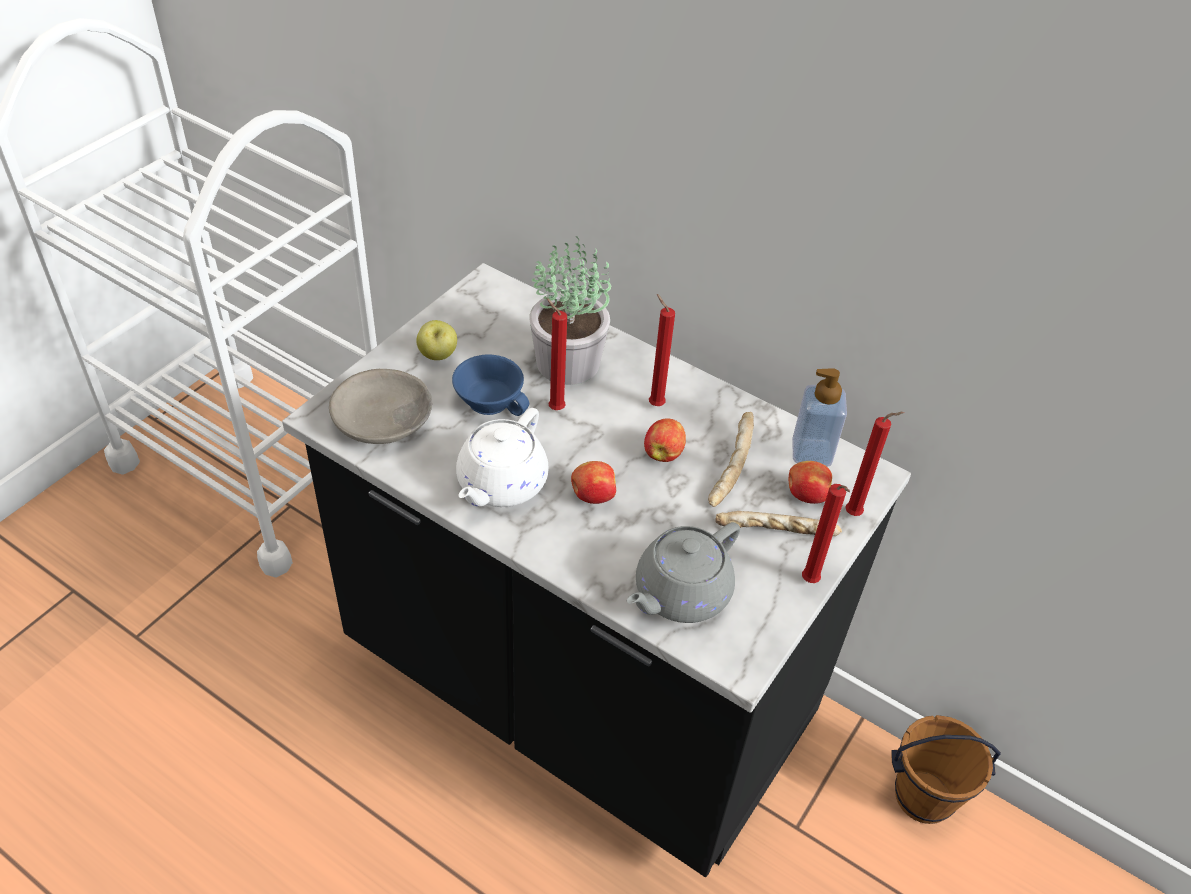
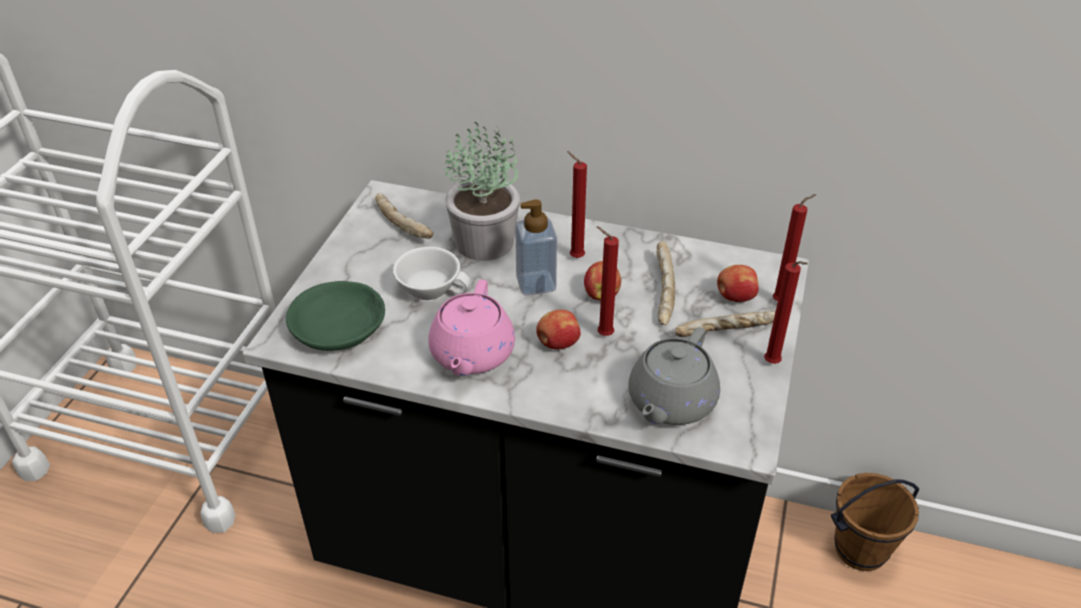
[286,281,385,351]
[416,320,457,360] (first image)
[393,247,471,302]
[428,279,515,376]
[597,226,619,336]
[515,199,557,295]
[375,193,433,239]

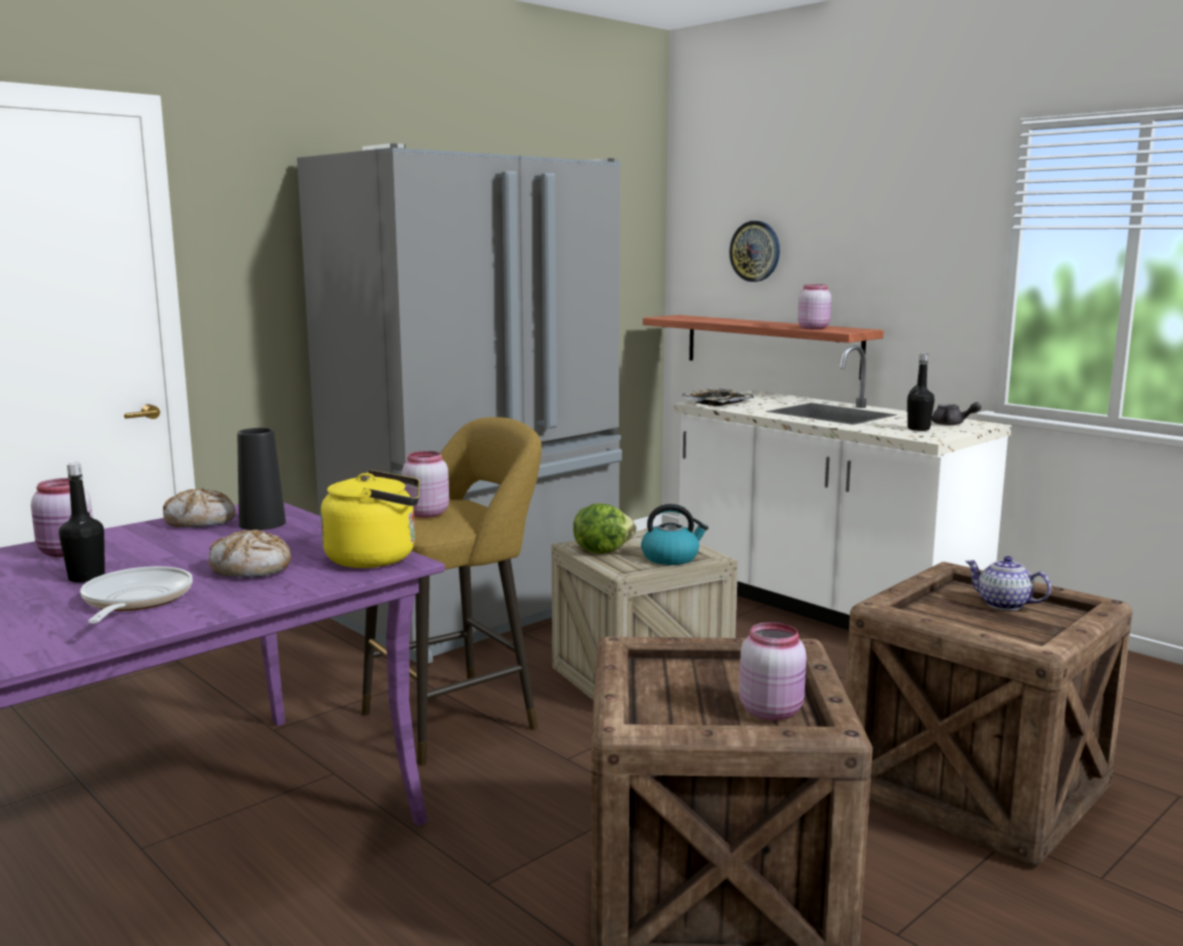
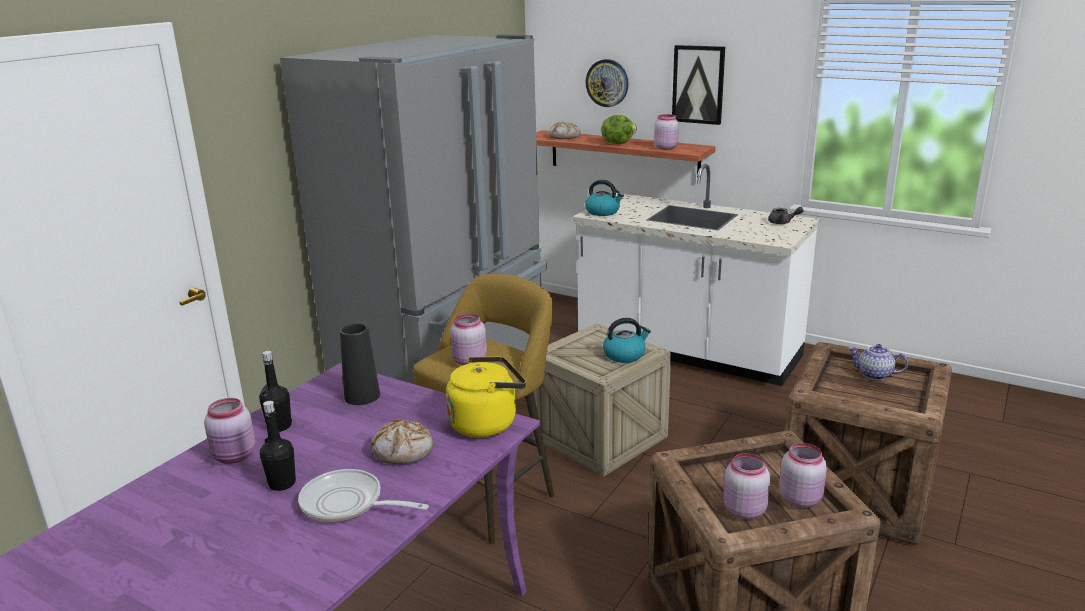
[298,469,429,522]
[548,121,581,139]
[601,115,637,144]
[585,180,624,216]
[259,351,292,432]
[672,45,725,125]
[723,453,770,520]

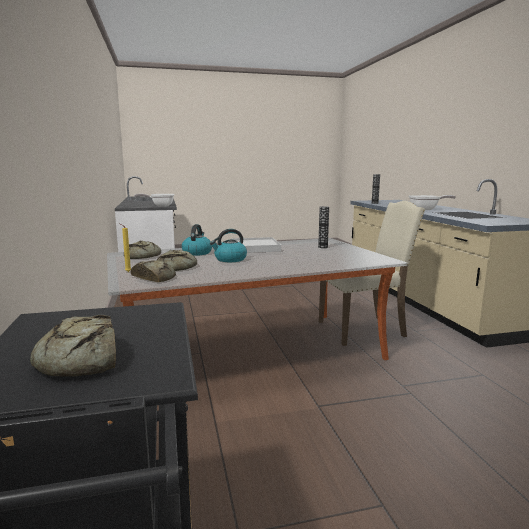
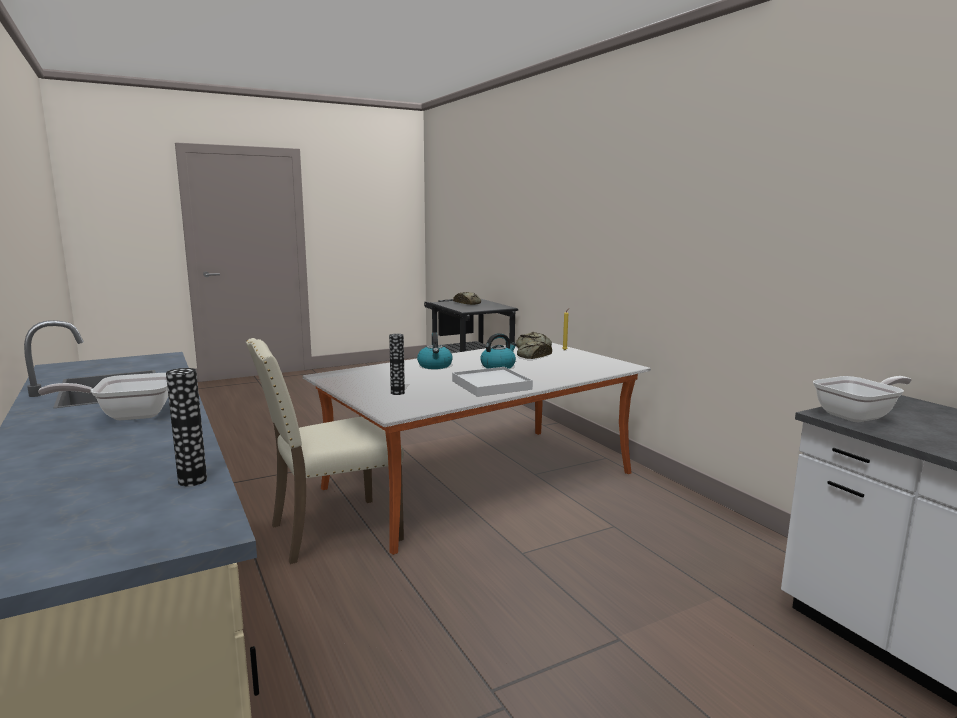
[129,241,161,259] (first image)
[417,333,453,369]

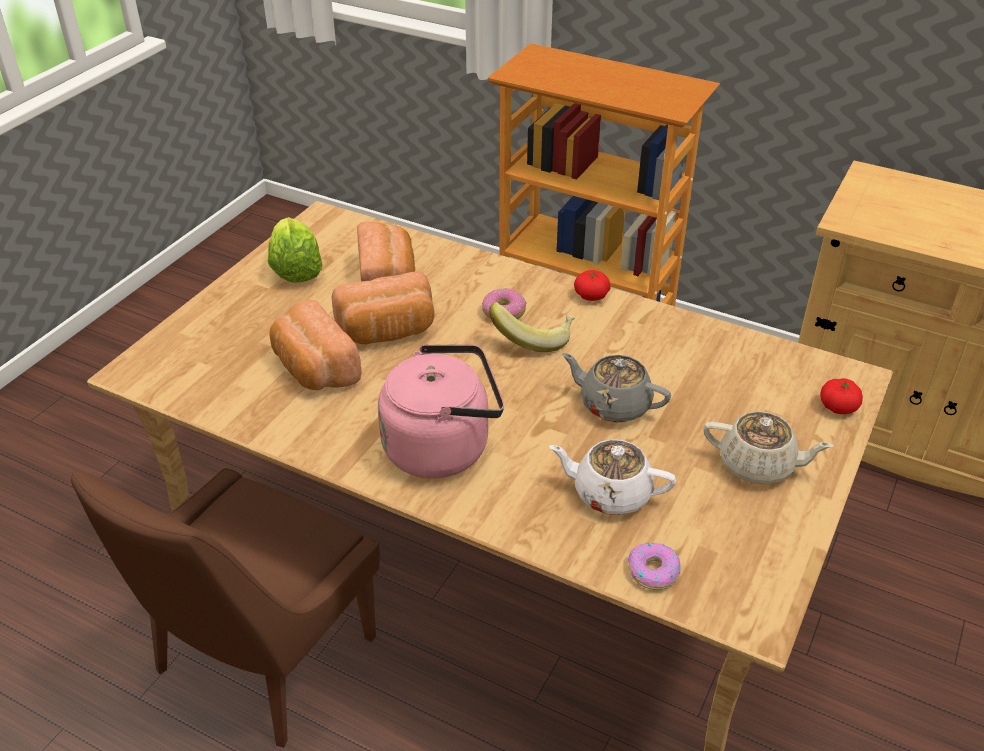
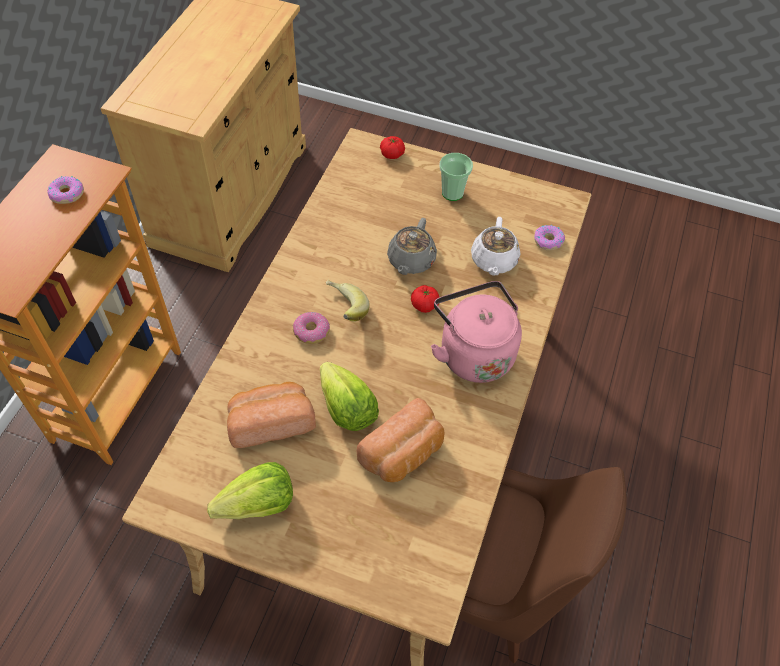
[320,362,379,431]
[411,285,439,313]
[440,153,473,201]
[47,176,84,204]

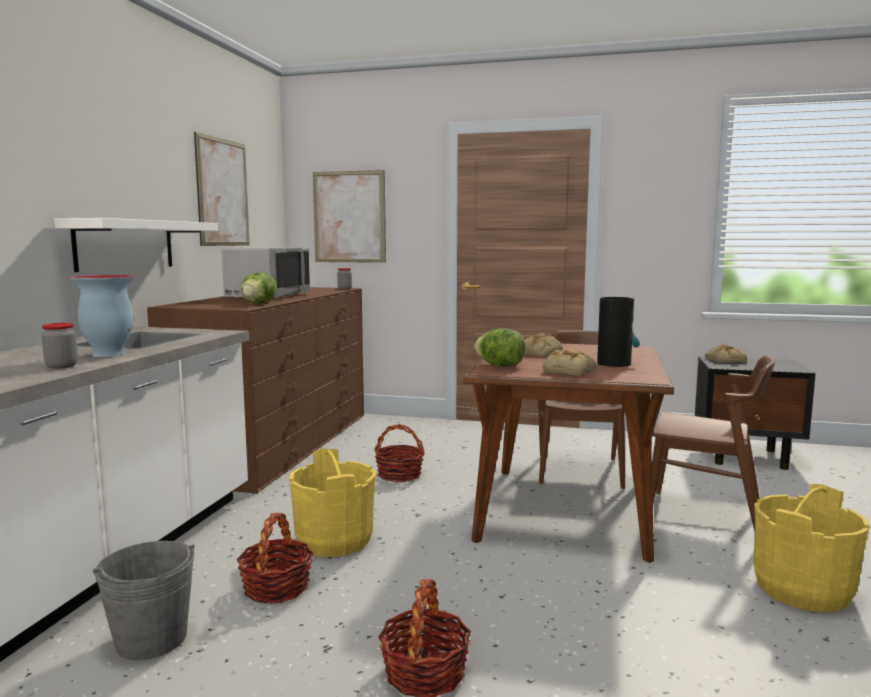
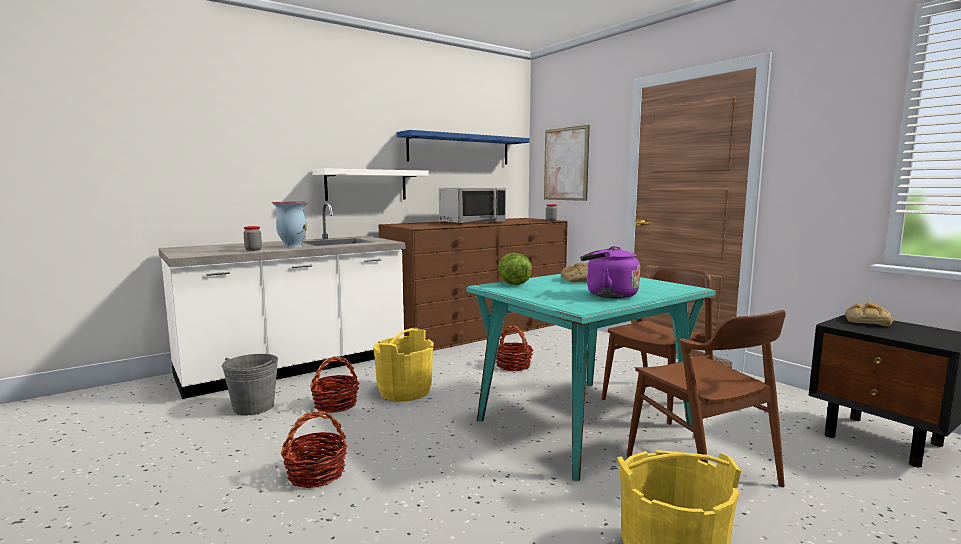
[397,130,530,165]
[241,272,277,304] (first image)
[466,274,716,481]
[542,348,597,376] (first image)
[580,246,640,299]

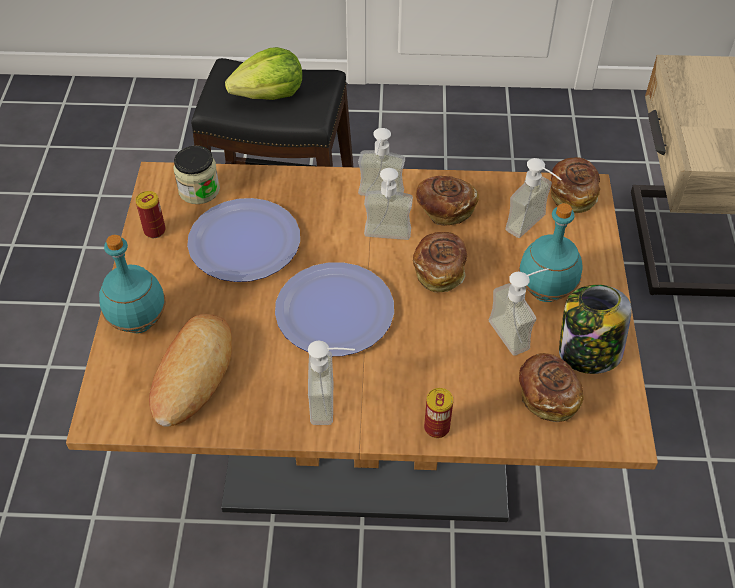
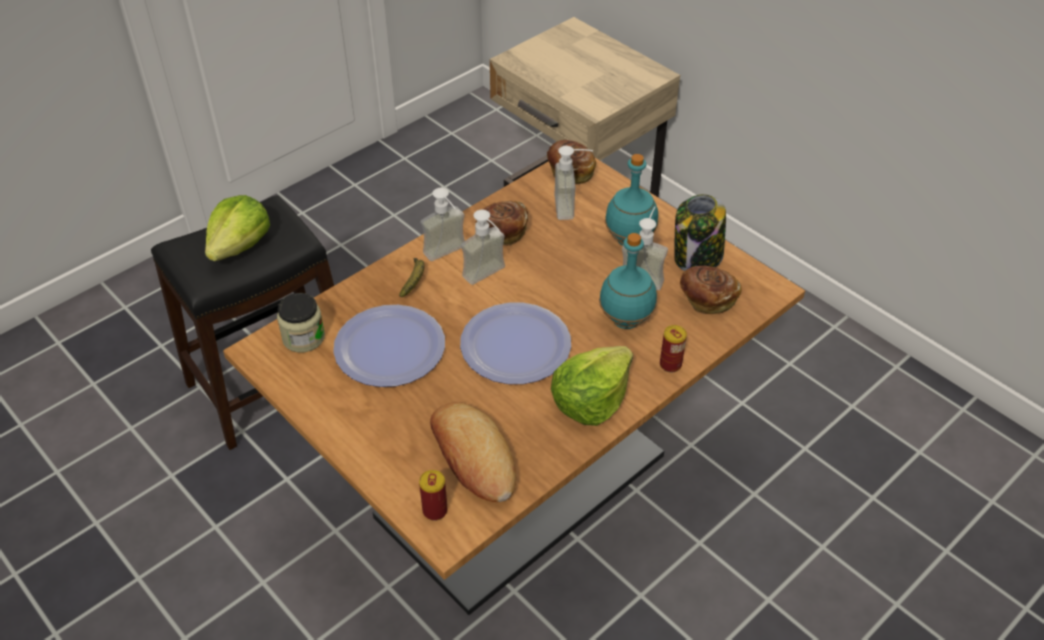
[599,233,657,329]
[419,470,448,521]
[551,346,633,426]
[413,232,467,292] (first image)
[399,258,424,297]

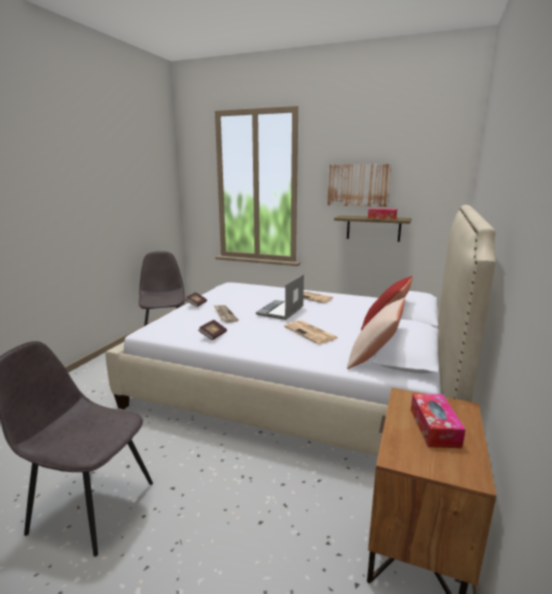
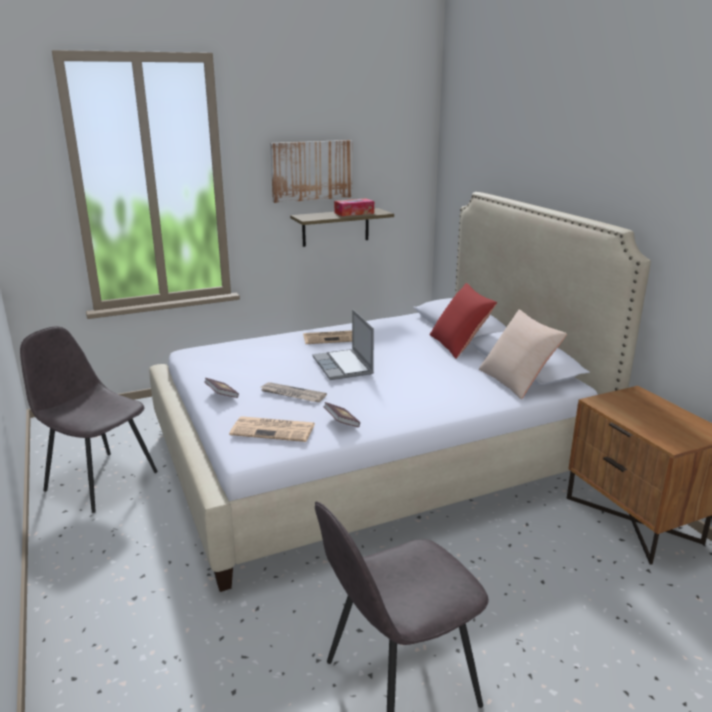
[229,416,315,442]
[411,394,466,448] (first image)

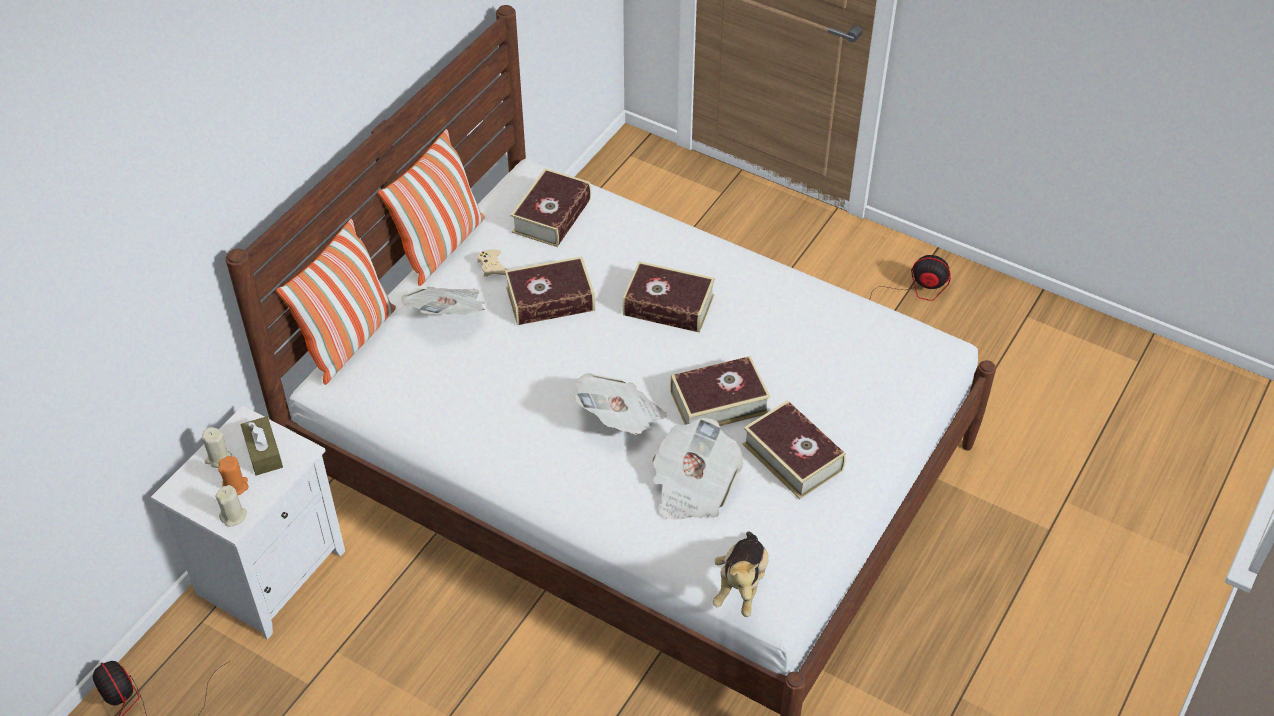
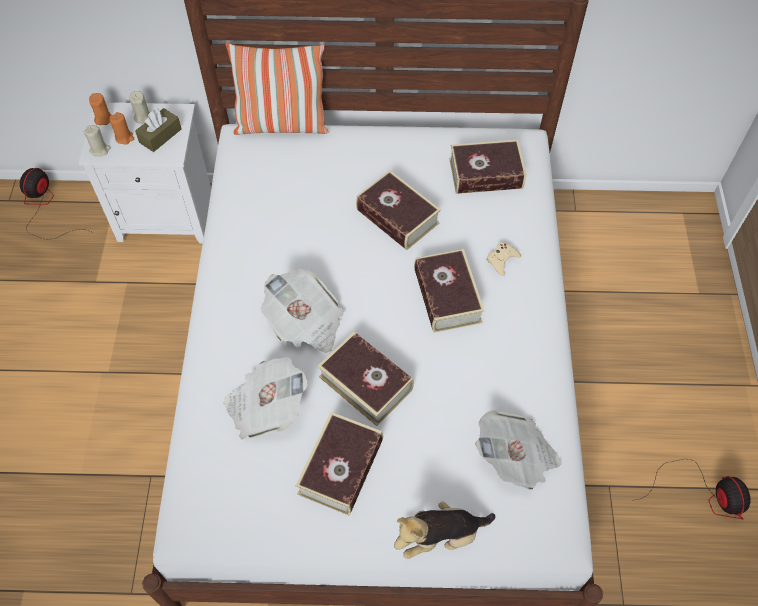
[378,129,485,286] (first image)
[475,410,562,490]
[487,242,521,276]
[394,502,495,559]
[89,93,112,125]

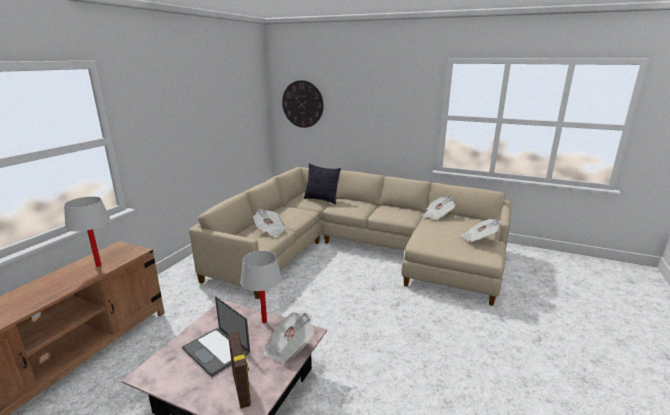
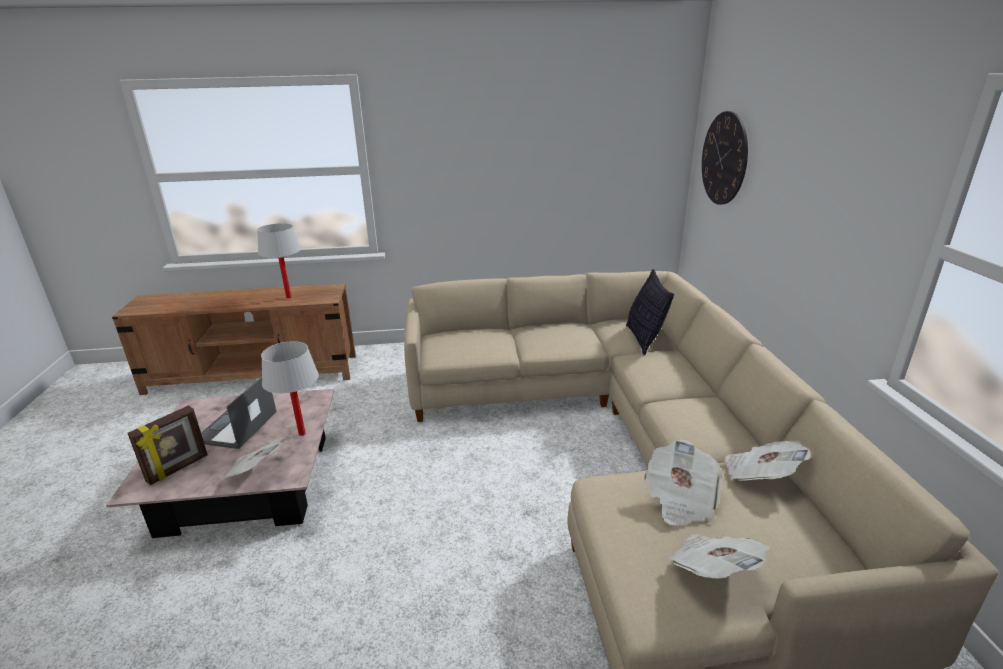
[644,439,723,526]

